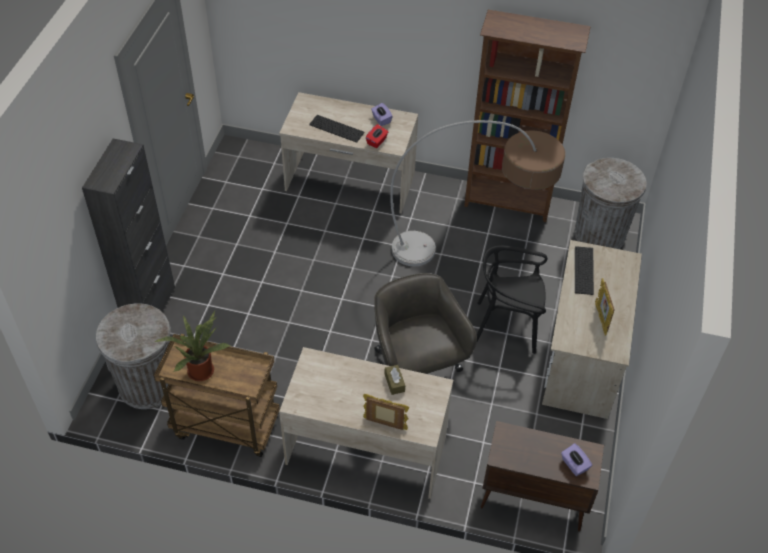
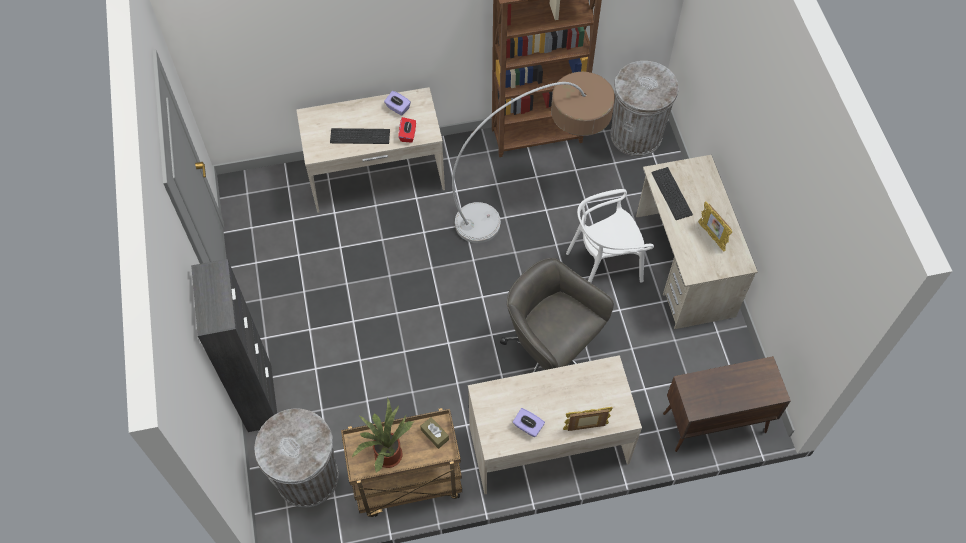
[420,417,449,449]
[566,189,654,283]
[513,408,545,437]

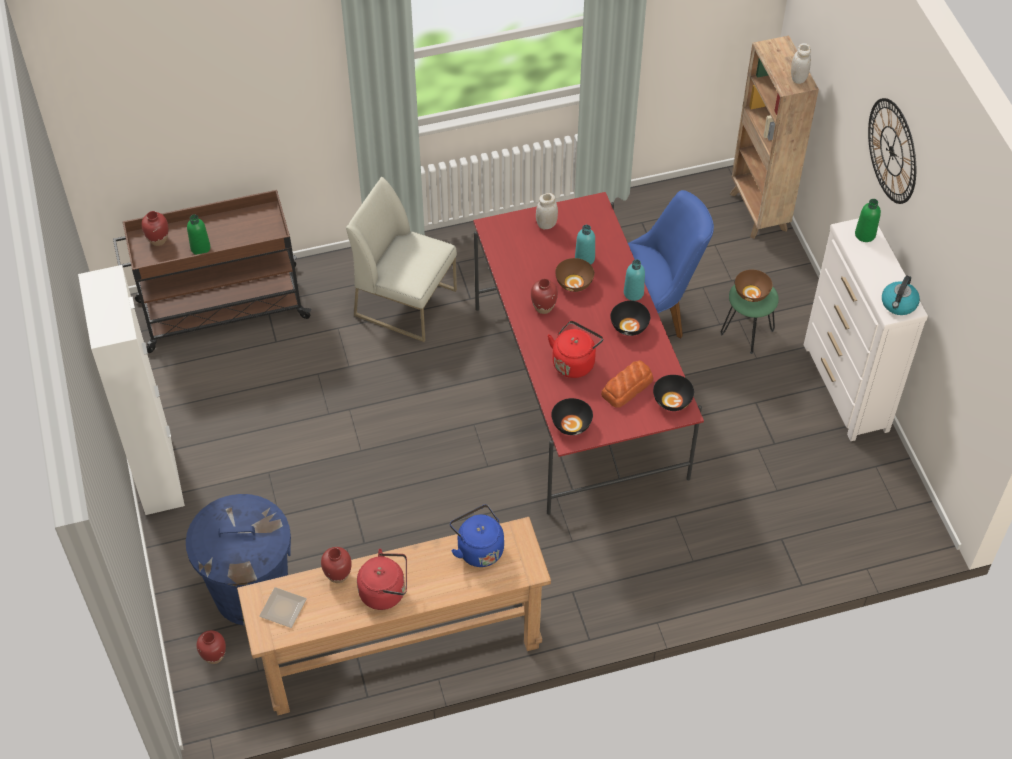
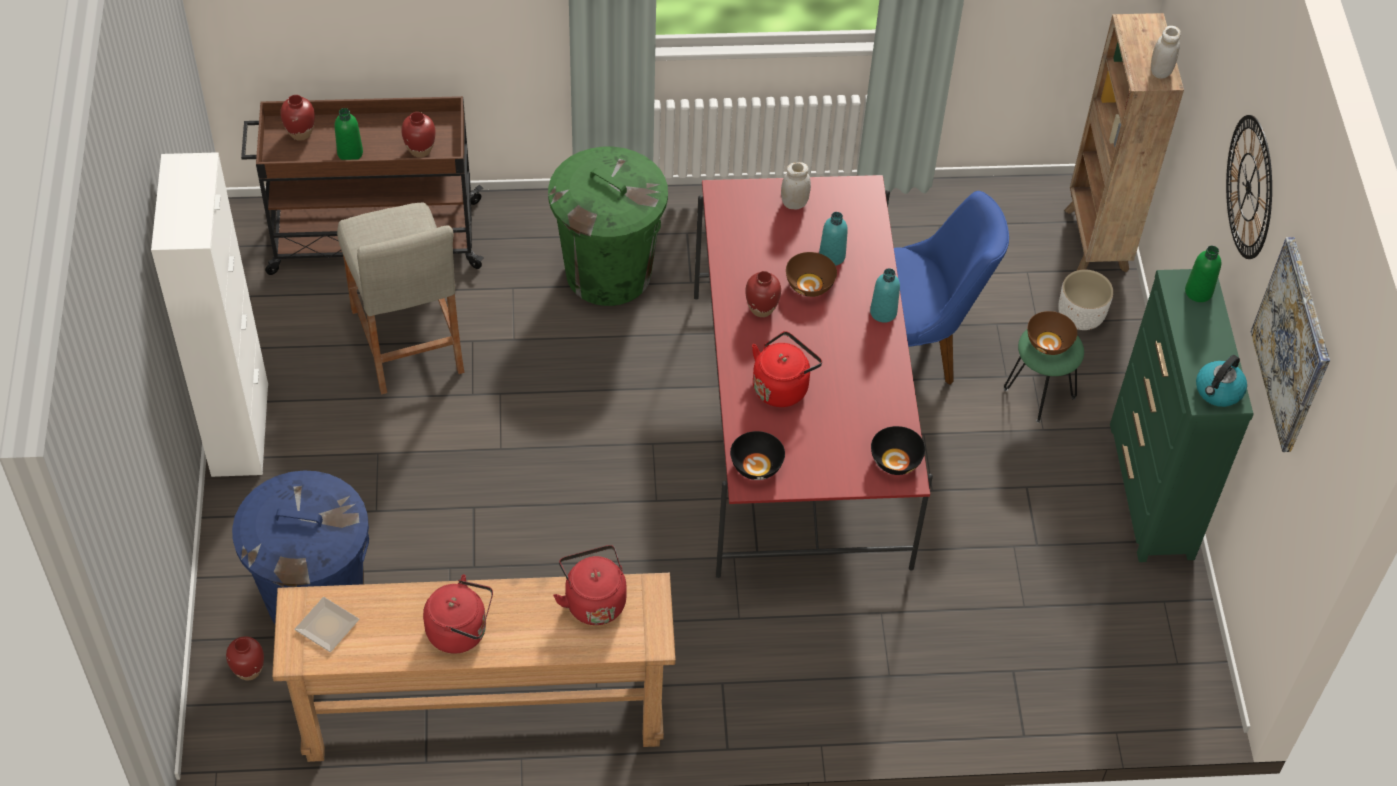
[401,112,435,158]
[548,147,668,306]
[553,545,626,625]
[601,360,653,408] (first image)
[610,301,650,336] (first image)
[1110,269,1254,562]
[337,202,464,395]
[1058,269,1113,330]
[1251,237,1330,452]

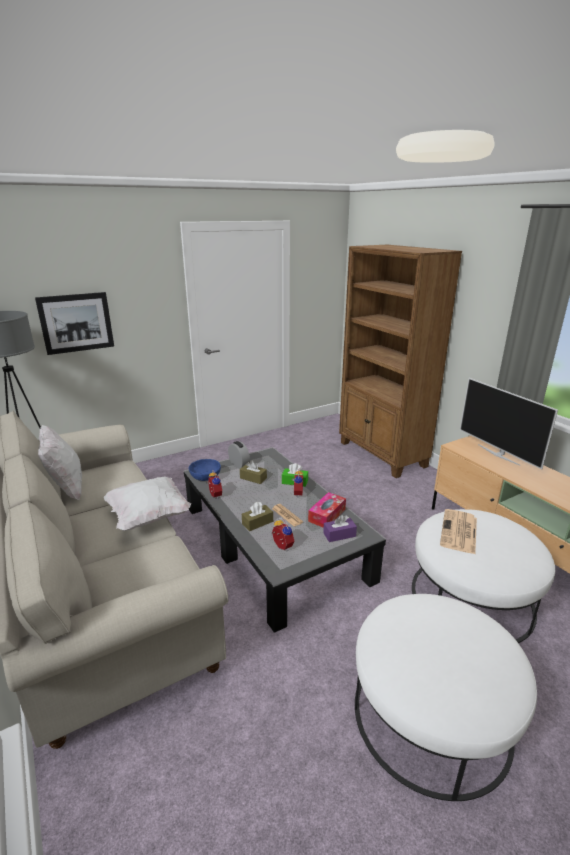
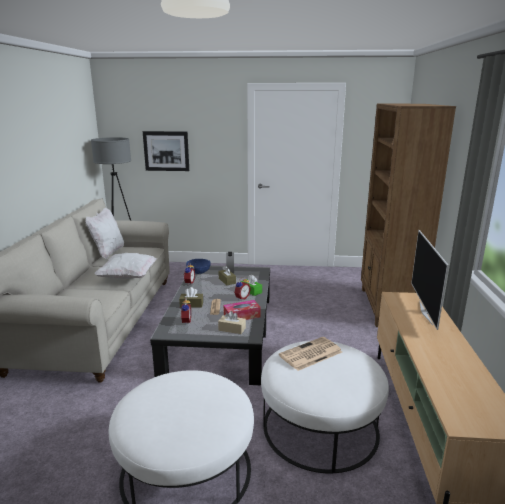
[218,311,246,334]

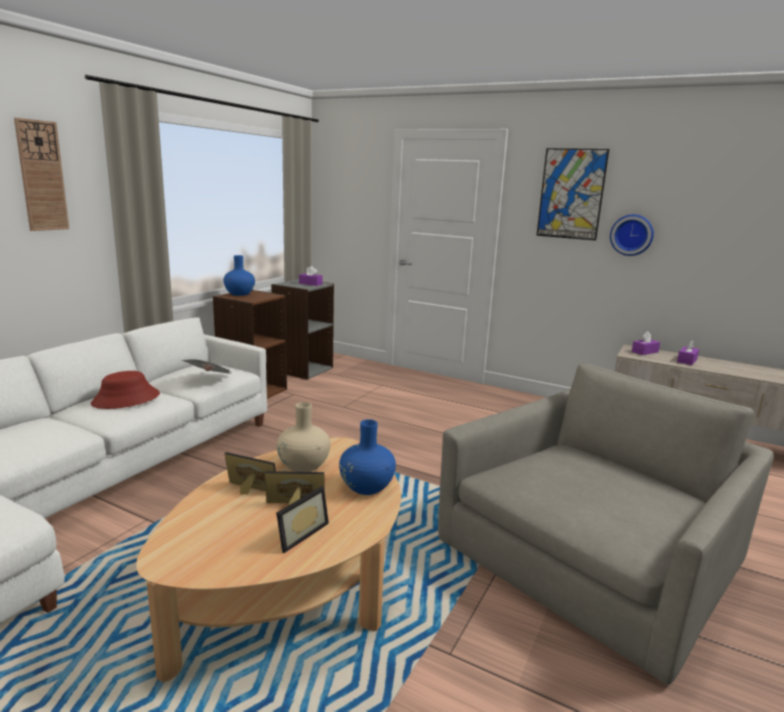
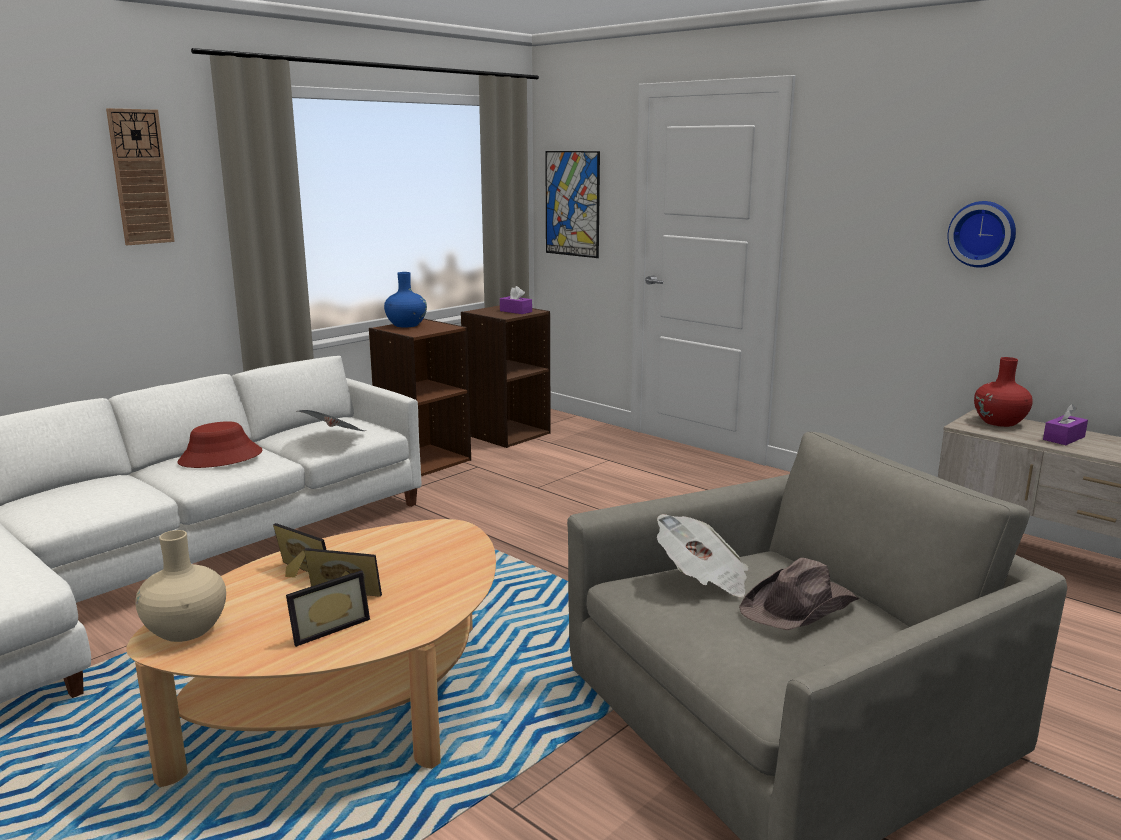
[461,305,551,448]
[135,530,226,642]
[339,419,396,495] (first image)
[545,151,600,258]
[974,357,1033,427]
[657,514,748,597]
[739,558,859,630]

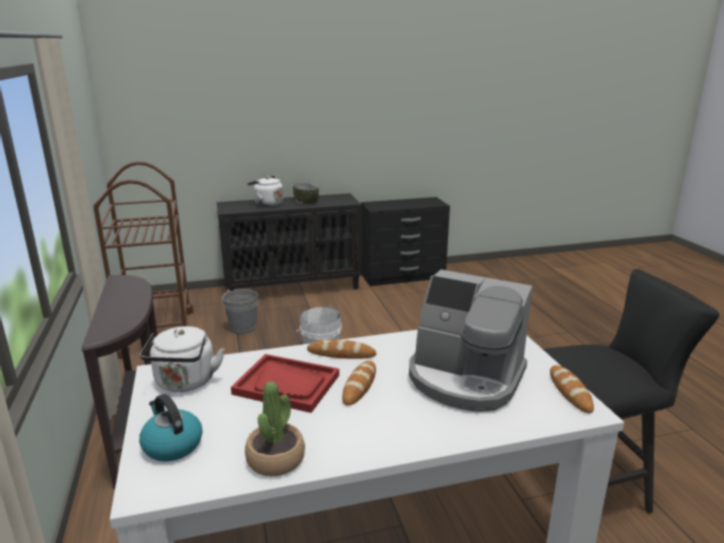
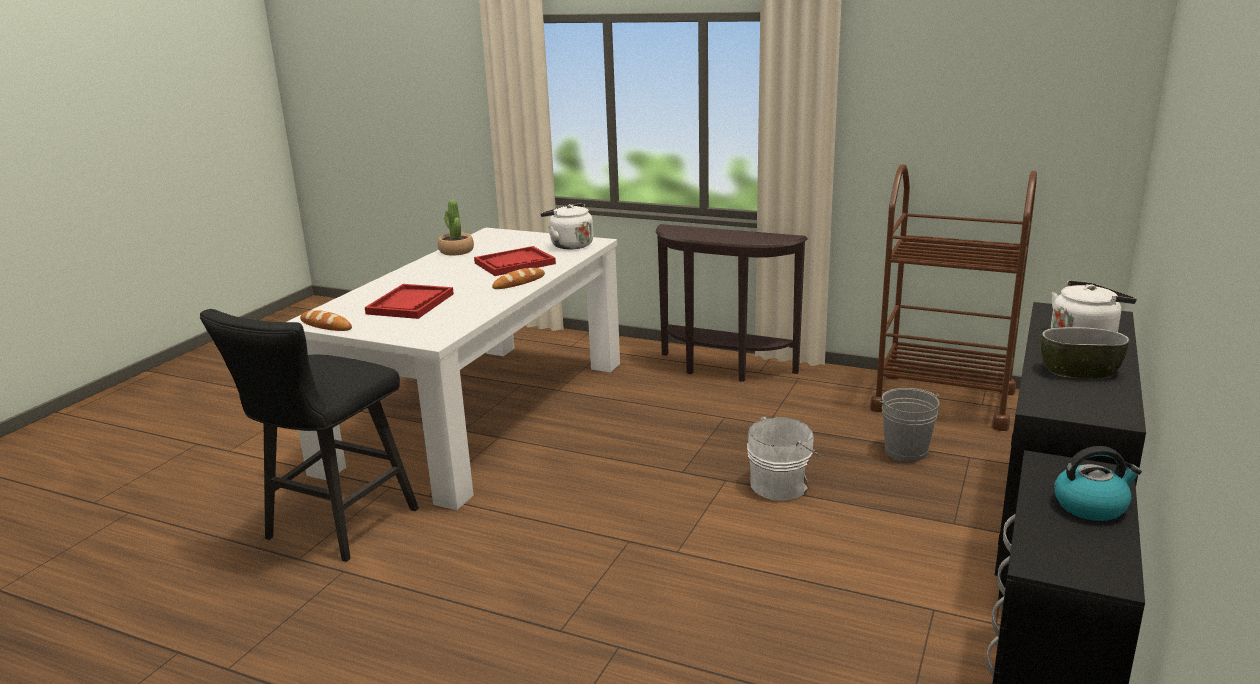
[1054,446,1142,521]
[342,361,376,406] (first image)
[365,284,454,319]

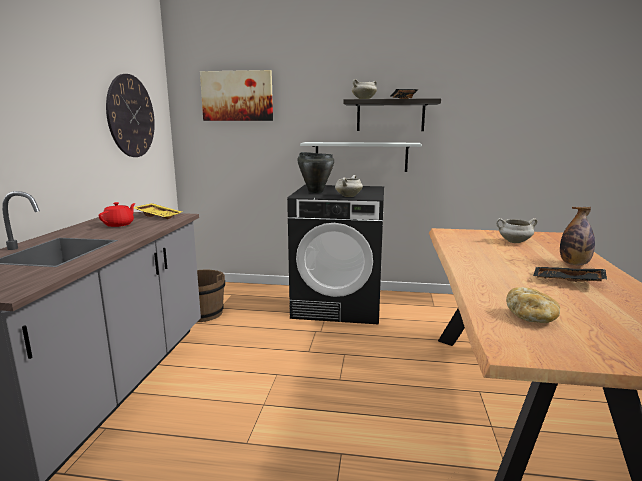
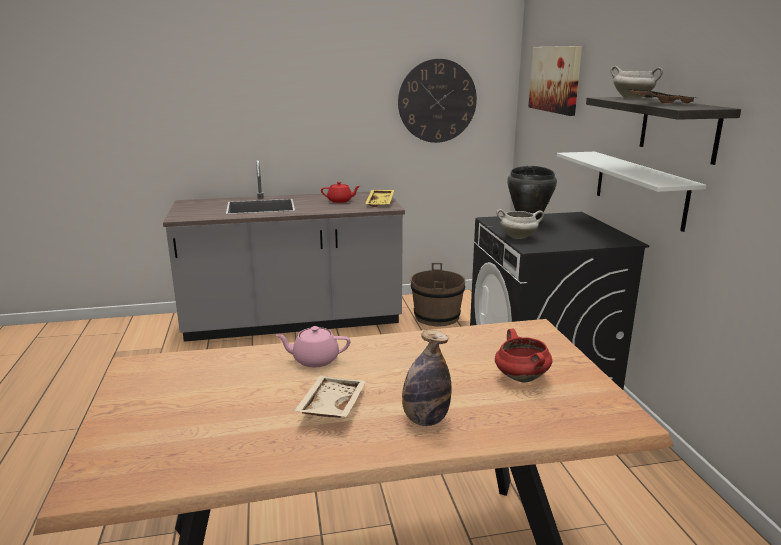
[495,329,552,383]
[506,287,560,323] (first image)
[294,375,366,418]
[275,326,350,367]

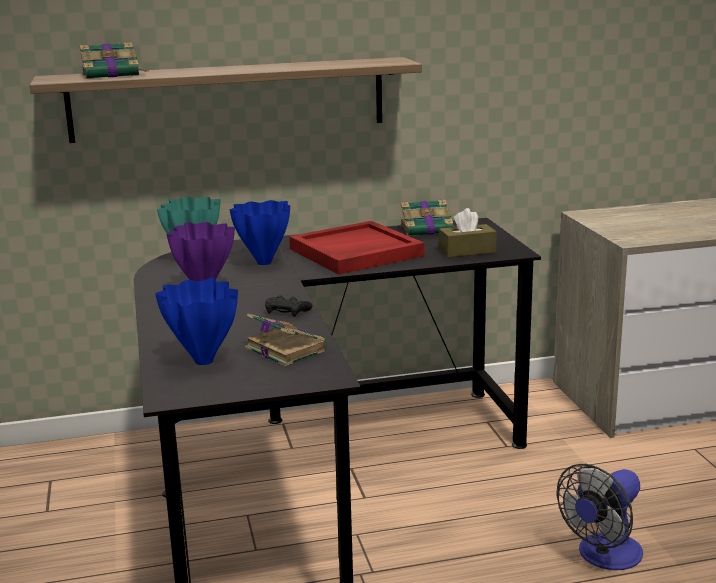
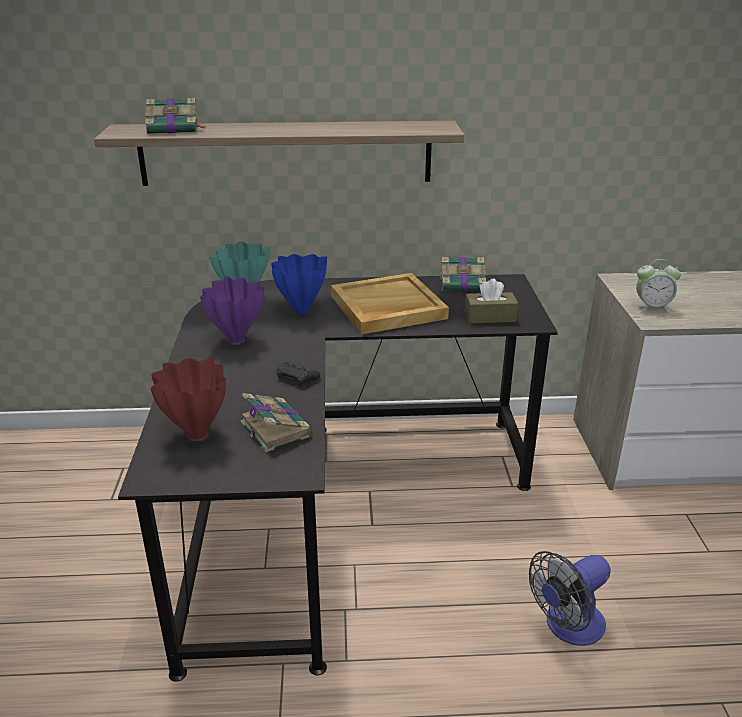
[150,358,226,440]
[331,273,449,334]
[636,259,681,313]

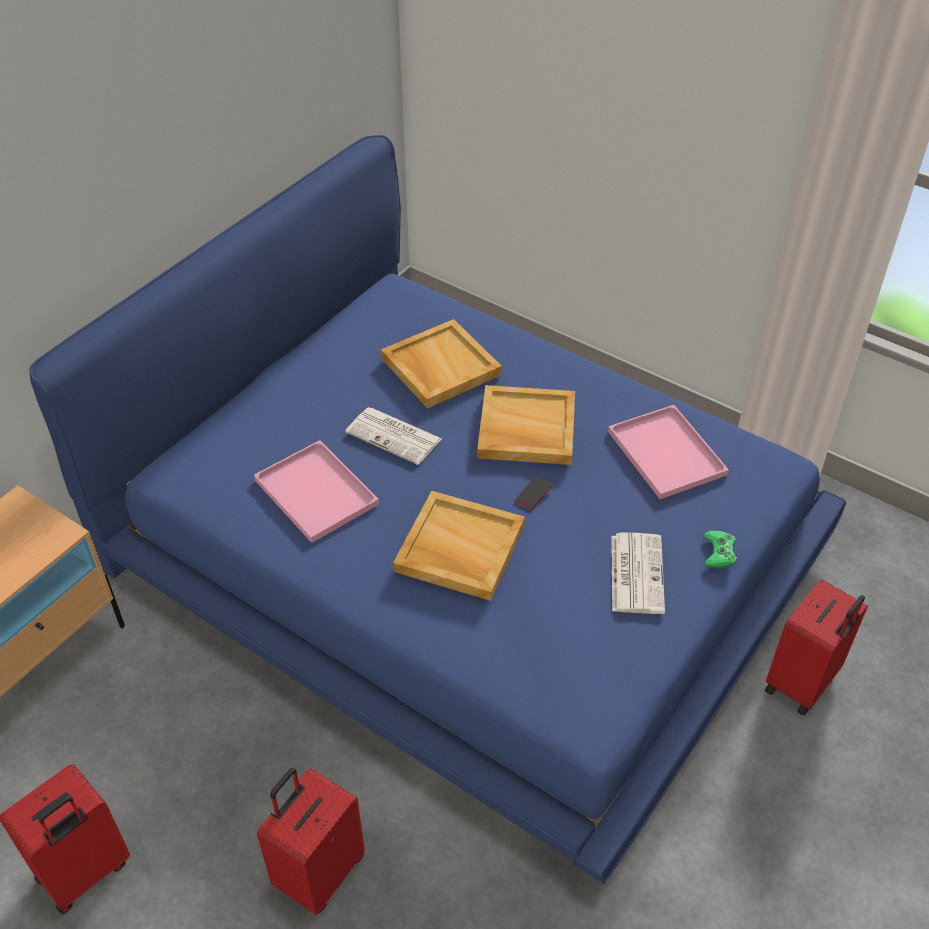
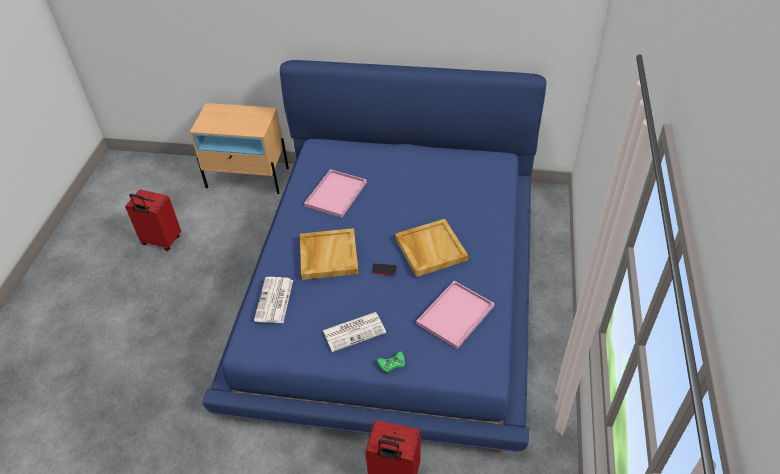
[257,768,365,915] (first image)
[254,277,293,323]
[381,319,502,409] (first image)

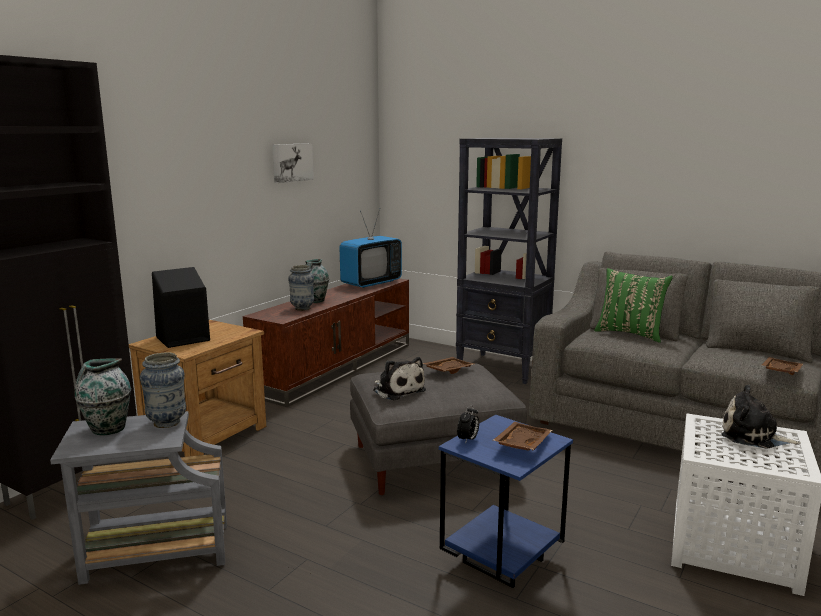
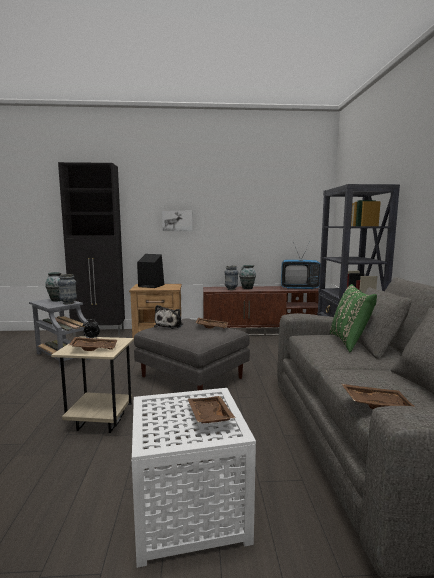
[162,211,192,231]
[51,336,134,433]
[188,396,235,423]

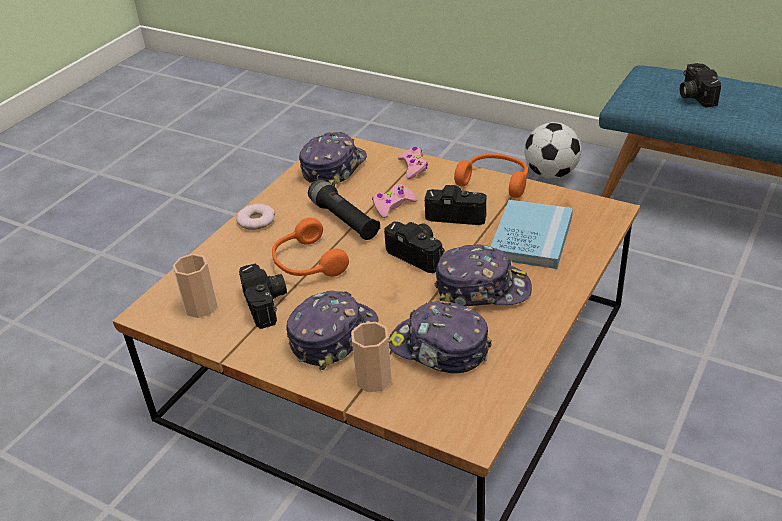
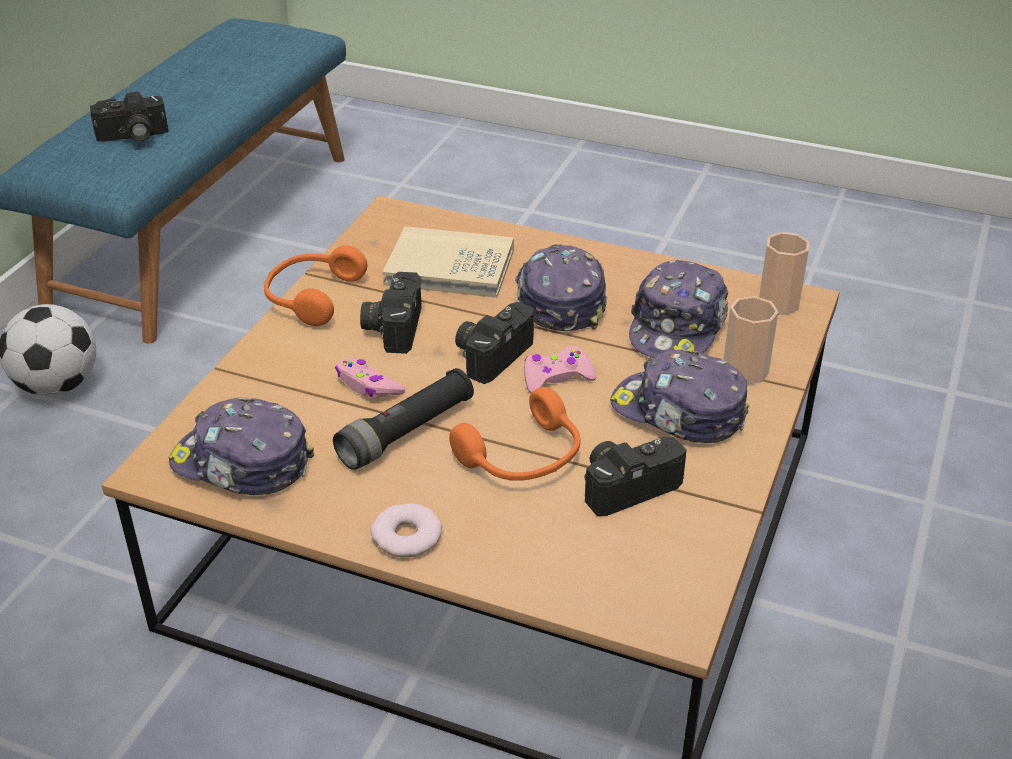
[759,232,810,315]
[524,346,597,393]
[382,226,514,298]

